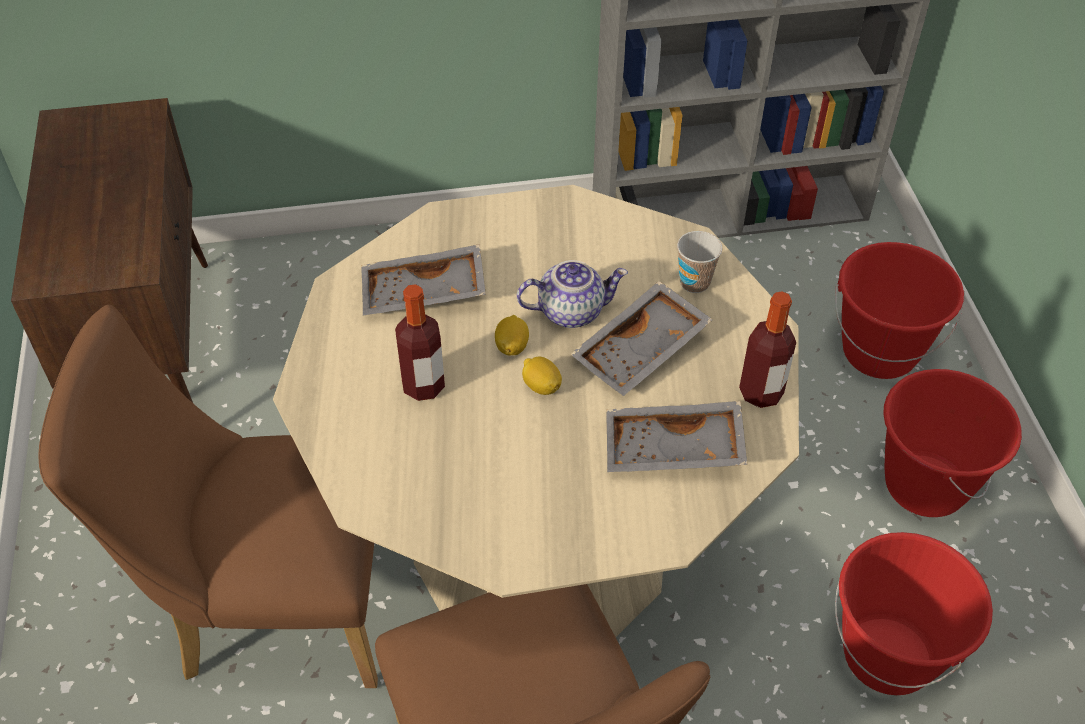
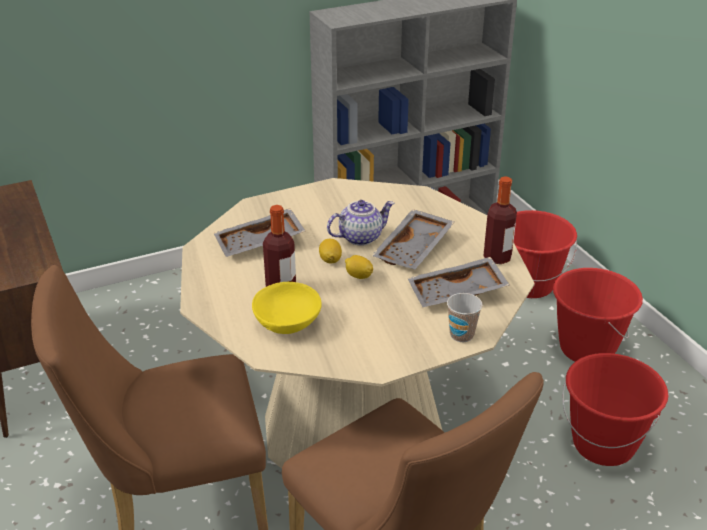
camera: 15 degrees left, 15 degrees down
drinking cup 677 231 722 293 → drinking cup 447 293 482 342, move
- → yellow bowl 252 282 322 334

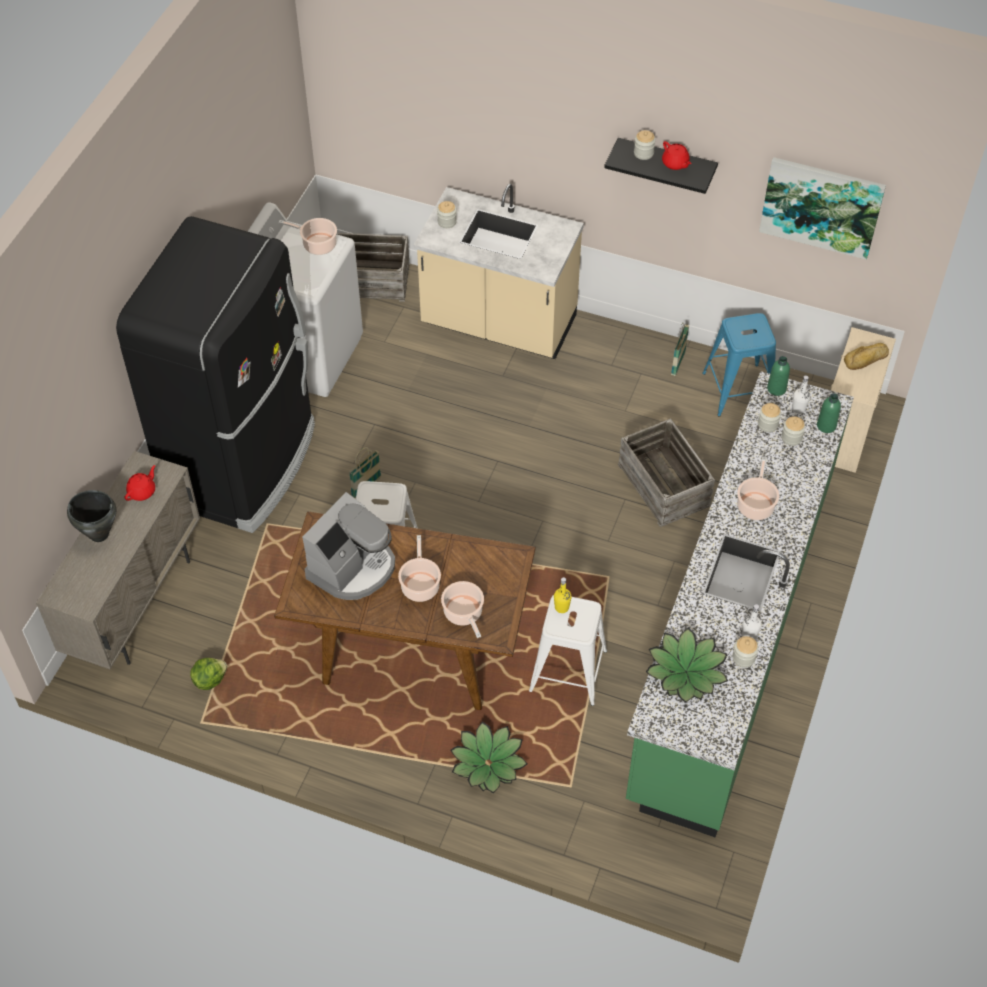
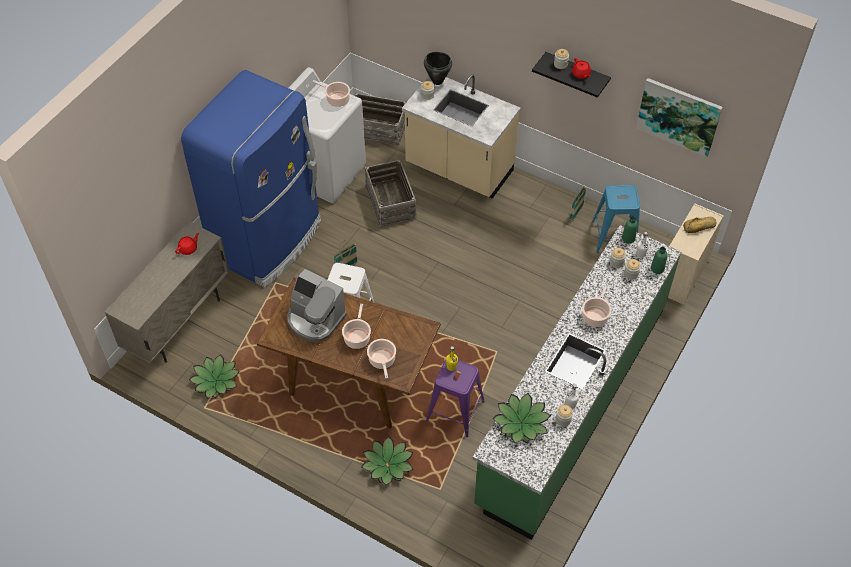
camera: 10 degrees right, 0 degrees up
black kitchen fridge 116 216 315 533 → bluish kitchen fridge 181 70 321 287
shipping crate 618 418 715 527 → shipping crate 365 159 416 227, move
black saucepot 67 490 116 542 → black saucepot 424 52 452 85, move
coffee machine 302 492 395 600 → coffee machine 287 269 347 342, 75 degrees clockwise
white-coloured stool 529 595 607 706 → purple-coloured stool 426 360 485 437
lettuce 190 658 228 690 → potted plant 189 354 240 399

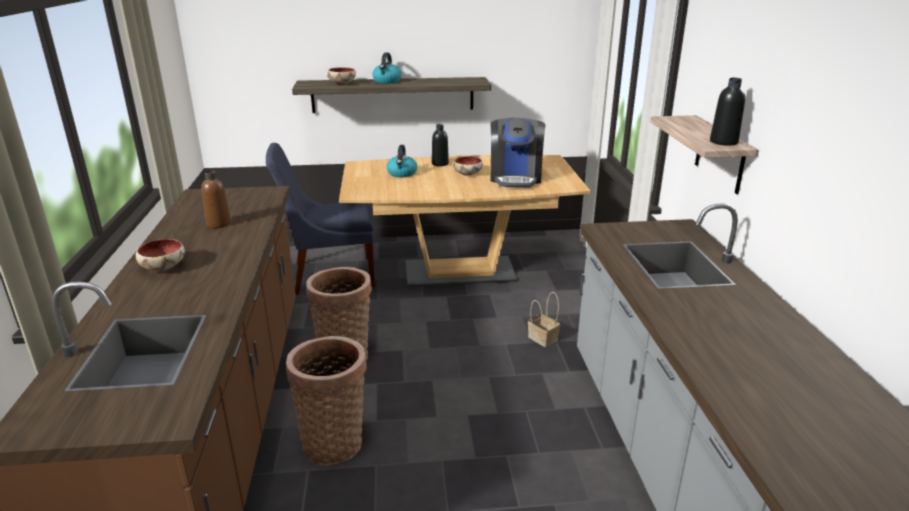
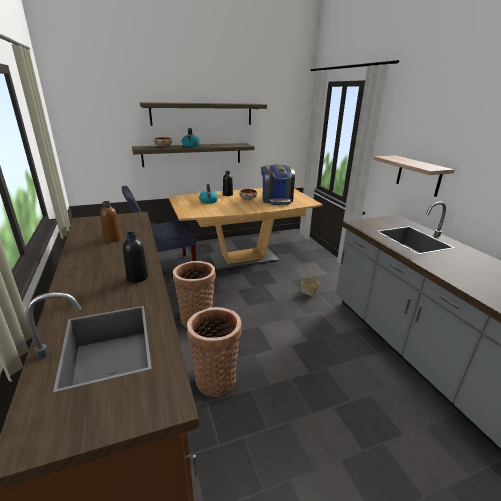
camera: 15 degrees left, 0 degrees up
black drink bottle 710 78 745 146 → black drink bottle 123 232 148 283, move
bowl 135 239 185 271 → -
- → bracket shelf 140 102 267 126

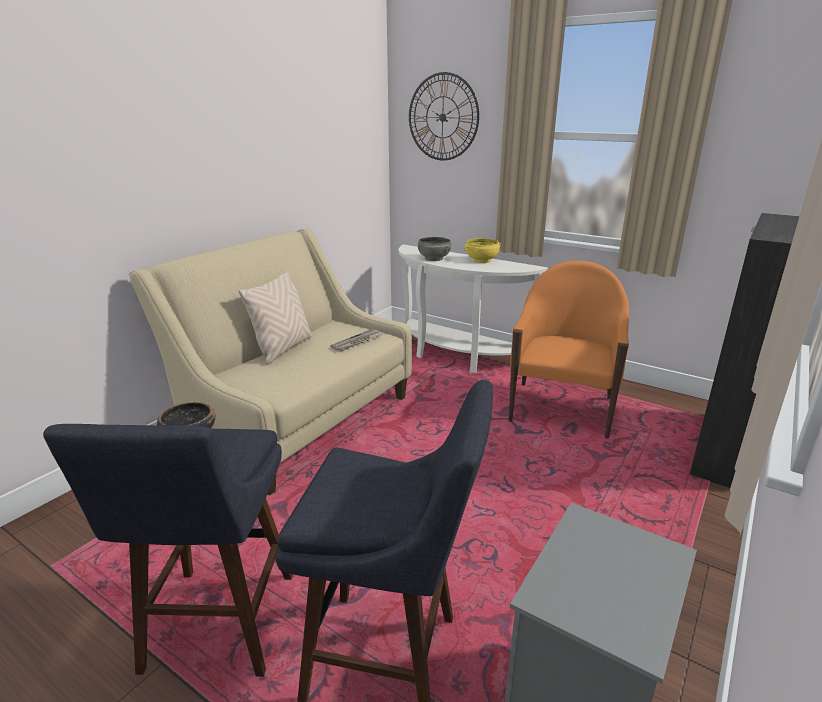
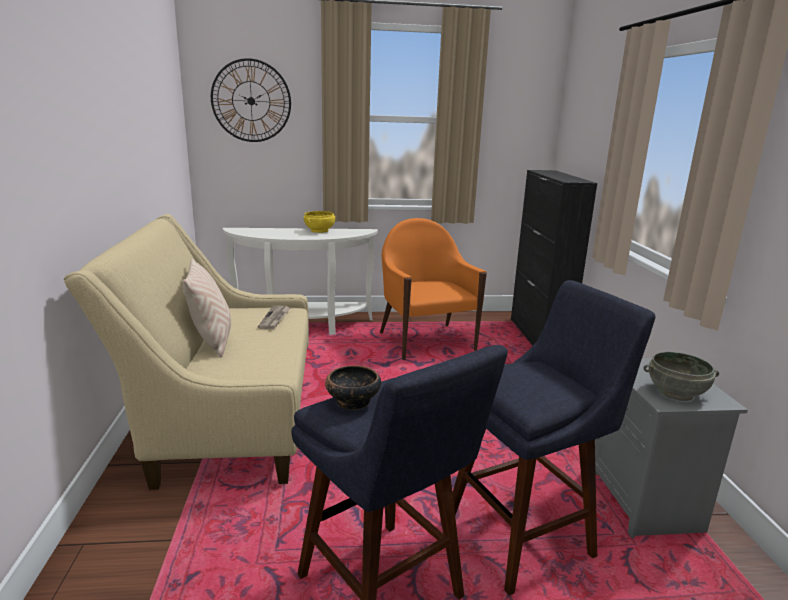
camera: 40 degrees left, 5 degrees down
gray bowl 418 237 451 261 → gray bowl 644 352 719 401, move

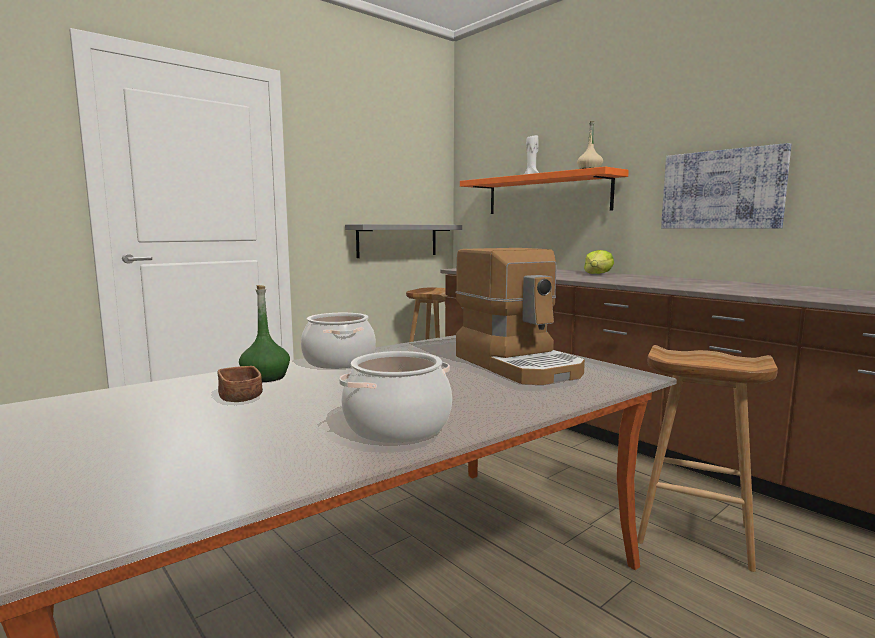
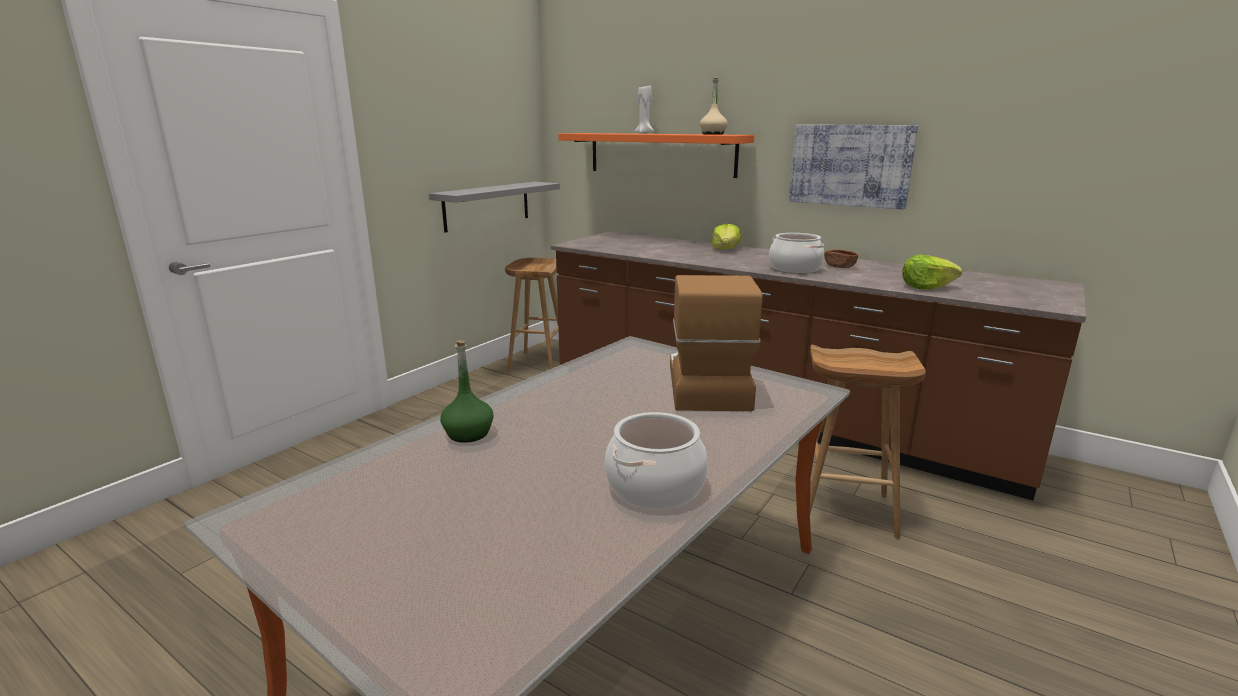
camera: 15 degrees left, 10 degrees up
coffee machine 455 248 585 385 → coffee machine 670 275 763 411, 135 degrees counterclockwise
saucepot 301 313 376 369 → saucepot 769 233 824 273, move
brown bowl 218 366 263 402 → brown bowl 824 249 858 268, move
- → lettuce 902 255 962 290

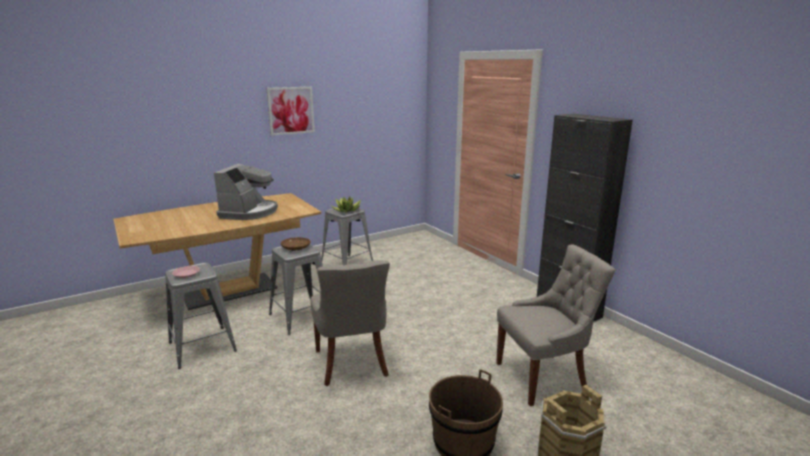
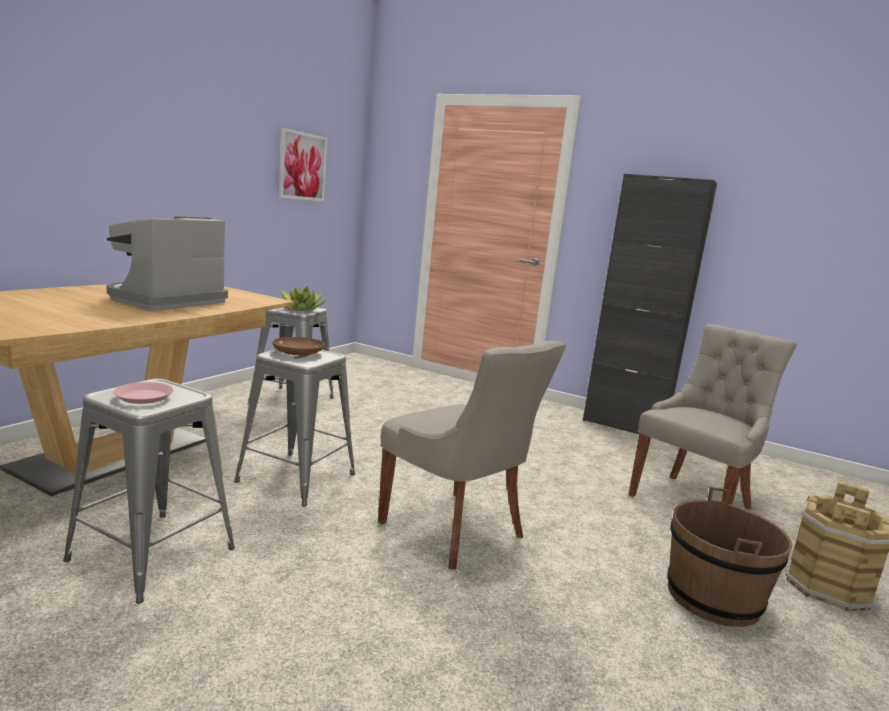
camera: 30 degrees left, 5 degrees down
wall picture 267 87 315 136 → wall picture 278 128 327 201, move
coffee machine 214 164 278 220 → coffee machine 106 216 228 310, 135 degrees counterclockwise

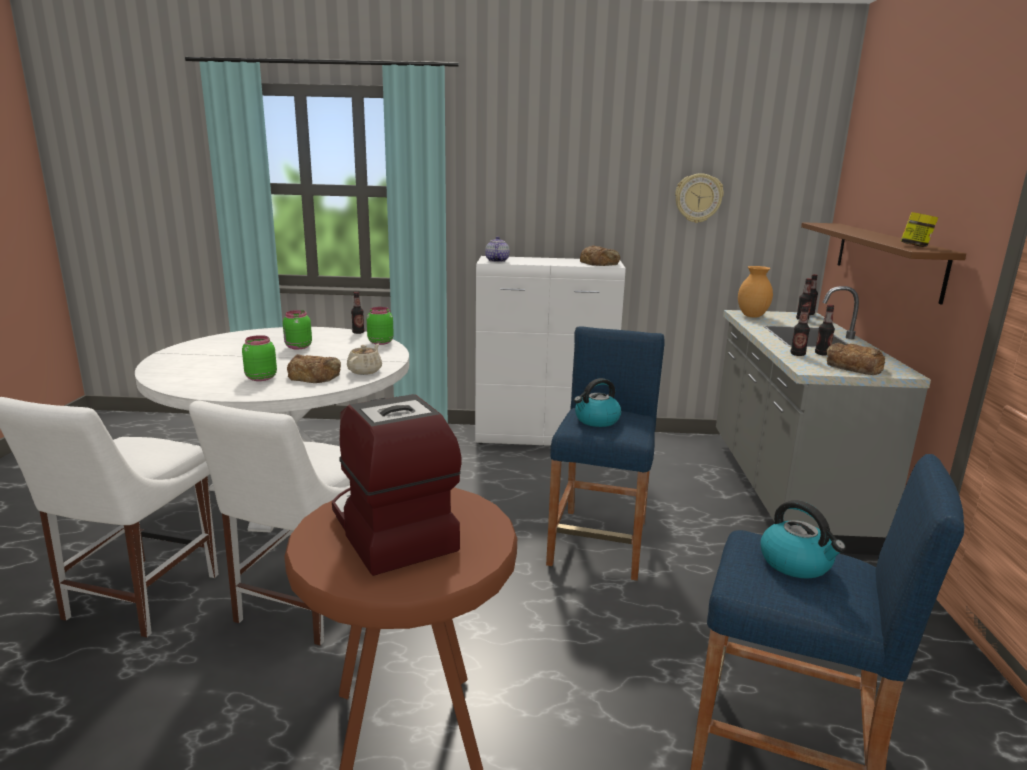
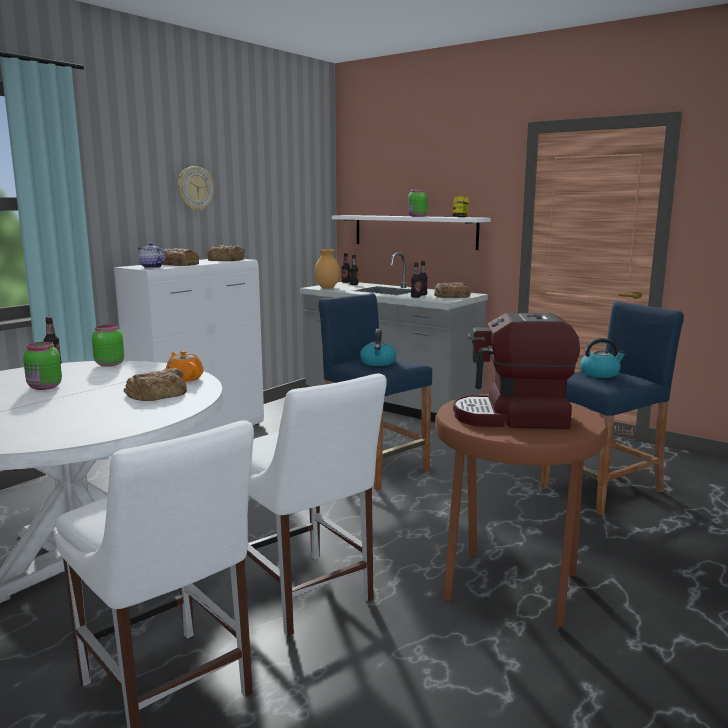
camera: 55 degrees left, 5 degrees down
wall clock 675 173 724 223 → wall clock 178 166 214 211, move
brown bracket shelf 801 222 966 304 → white-coloured bracket shelf 332 215 491 250
greenish jar 242 335 277 381 → greenish jar 408 190 428 217, move
sand-coloured tea pot 347 344 382 375 → orangey tea pot 166 351 204 382
- → bread 163 248 199 266

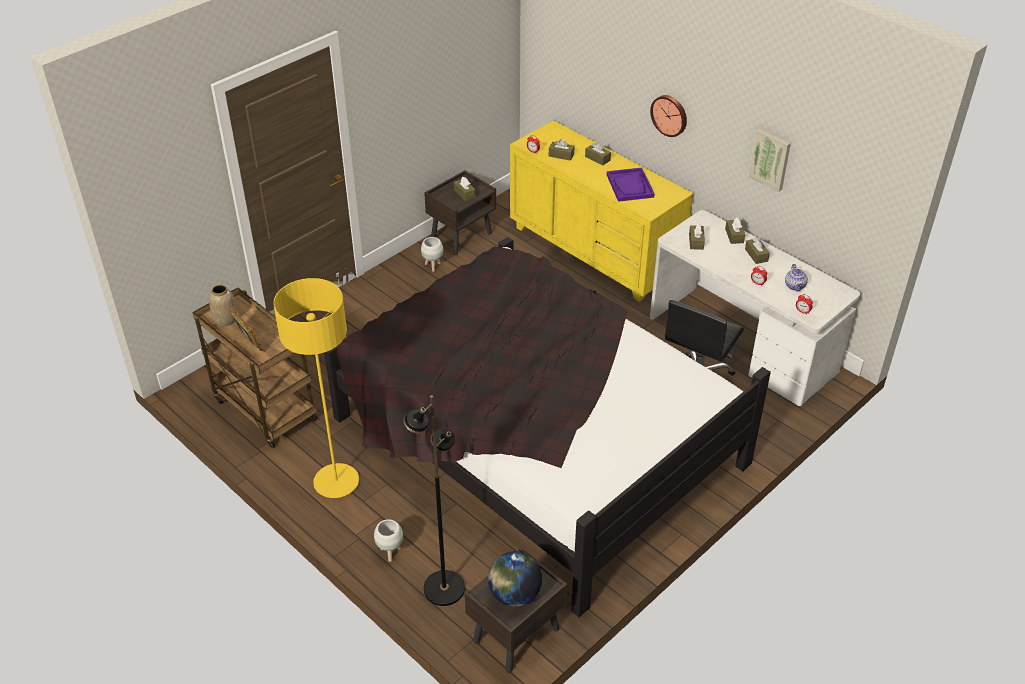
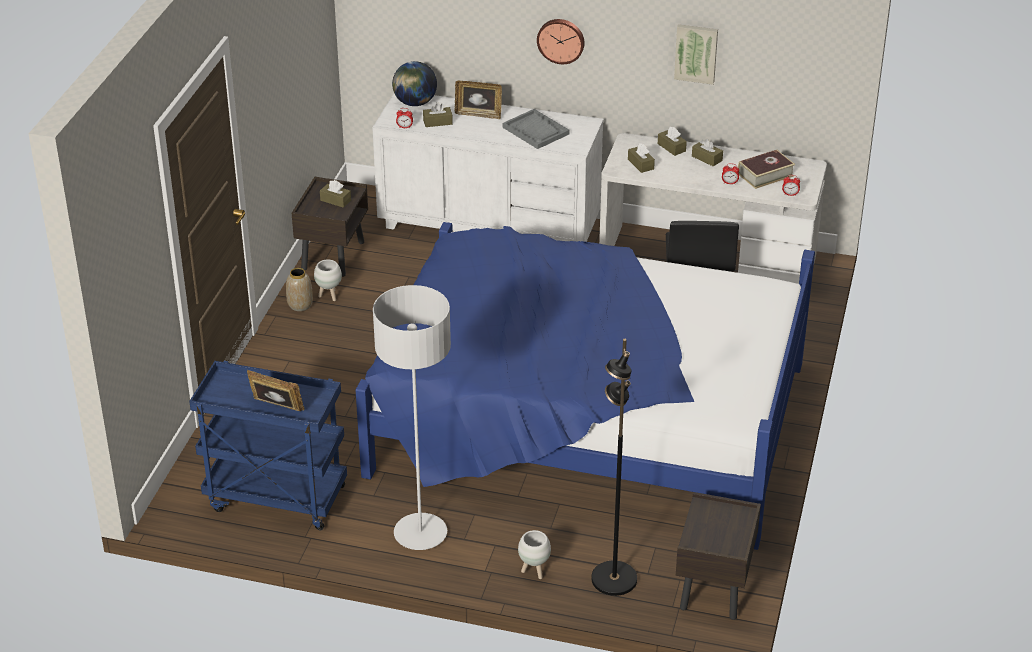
camera: 30 degrees left, 5 degrees down
yellow chest of drawers 510 120 694 302 → white-coloured chest of drawers 372 93 604 242
brown box of tissues 585 142 611 166 → standing frame 455 81 502 119
purple-coloured carrying tray 607 167 654 202 → gray carrying tray 503 109 570 149
black bed 324 237 771 617 → bluish bed 355 222 815 550
tea pot 785 264 808 291 → bound book 738 150 795 189
yellow standard lamp 273 278 359 498 → gray standard lamp 373 285 451 550
vase 209 285 238 326 → vase 286 268 313 311, move
brown trolley 192 288 318 448 → bluish trolley 189 361 347 530
world globe 488 551 542 607 → world globe 392 61 437 106, move

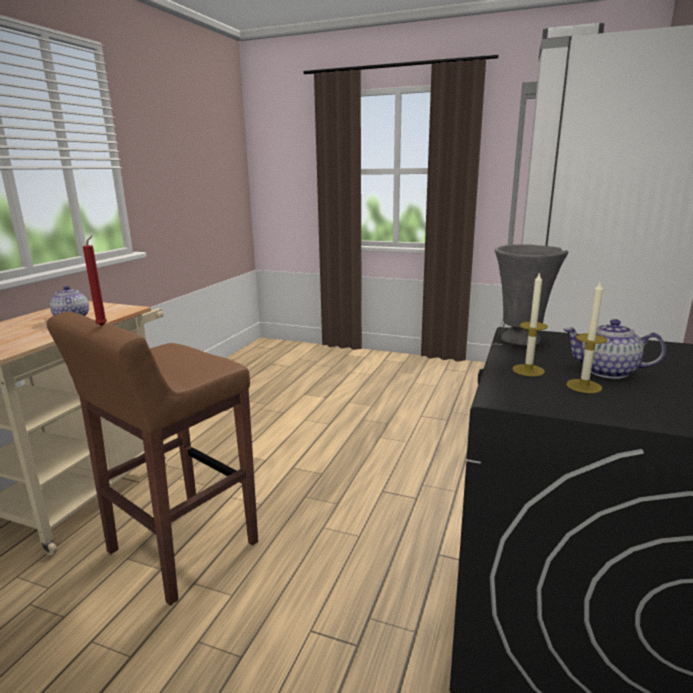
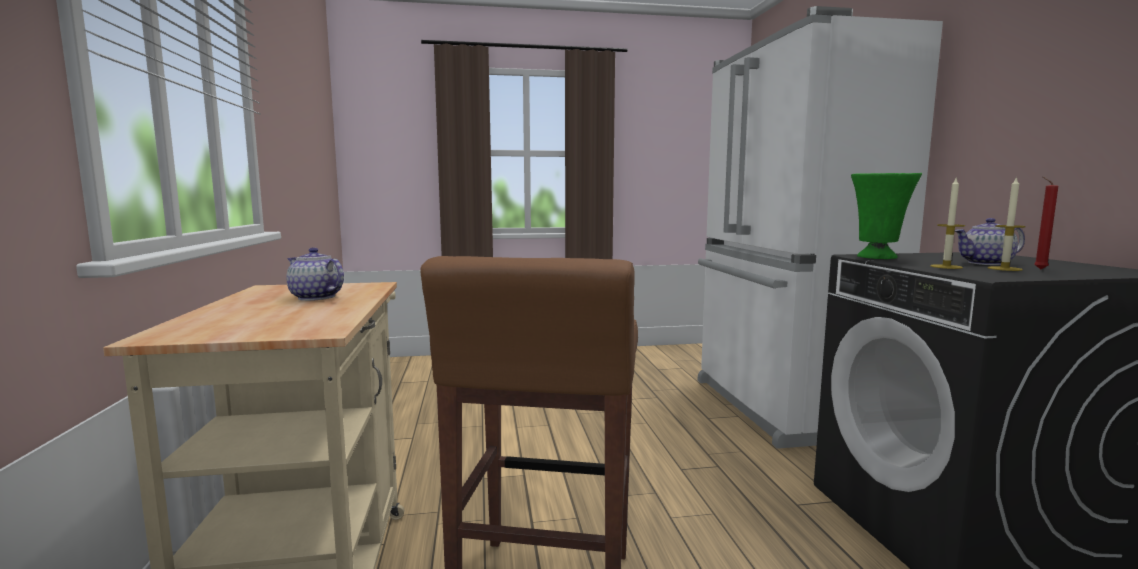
camera: 30 degrees left, 10 degrees down
reddish wax light 83 235 107 326 → reddish wax light 1034 177 1058 270, move
gray vase 495 244 568 345 → greenish vase 851 173 922 259

